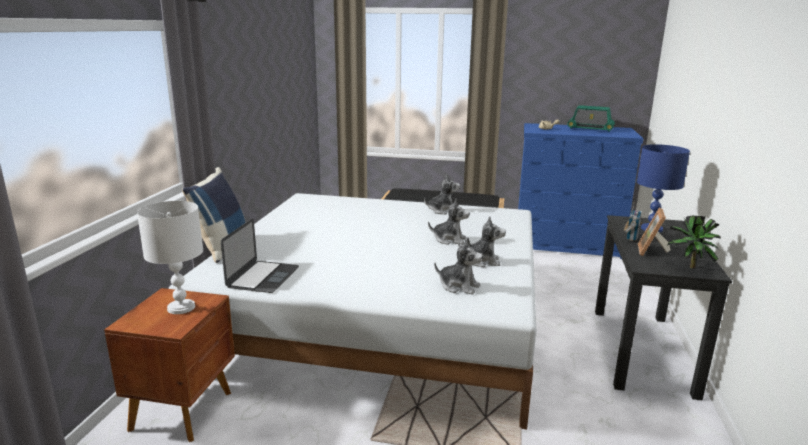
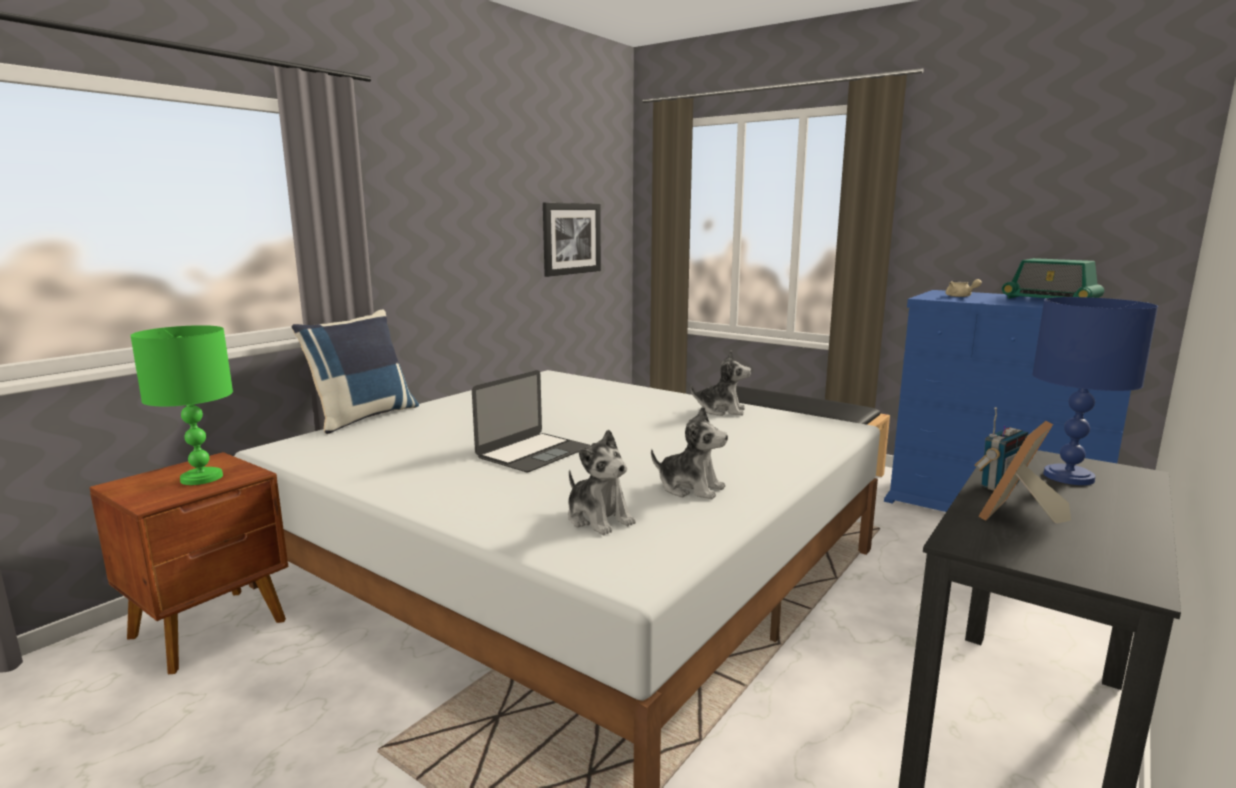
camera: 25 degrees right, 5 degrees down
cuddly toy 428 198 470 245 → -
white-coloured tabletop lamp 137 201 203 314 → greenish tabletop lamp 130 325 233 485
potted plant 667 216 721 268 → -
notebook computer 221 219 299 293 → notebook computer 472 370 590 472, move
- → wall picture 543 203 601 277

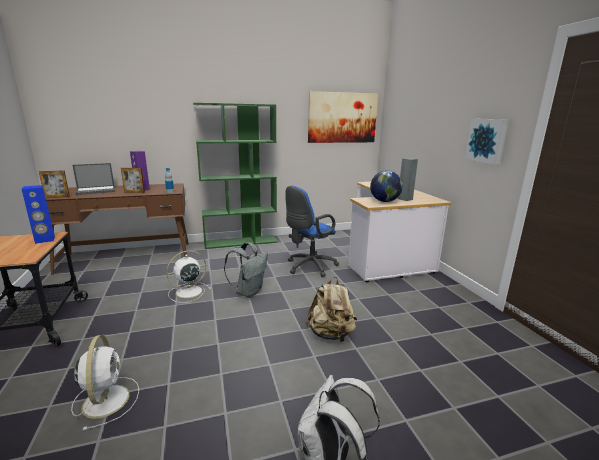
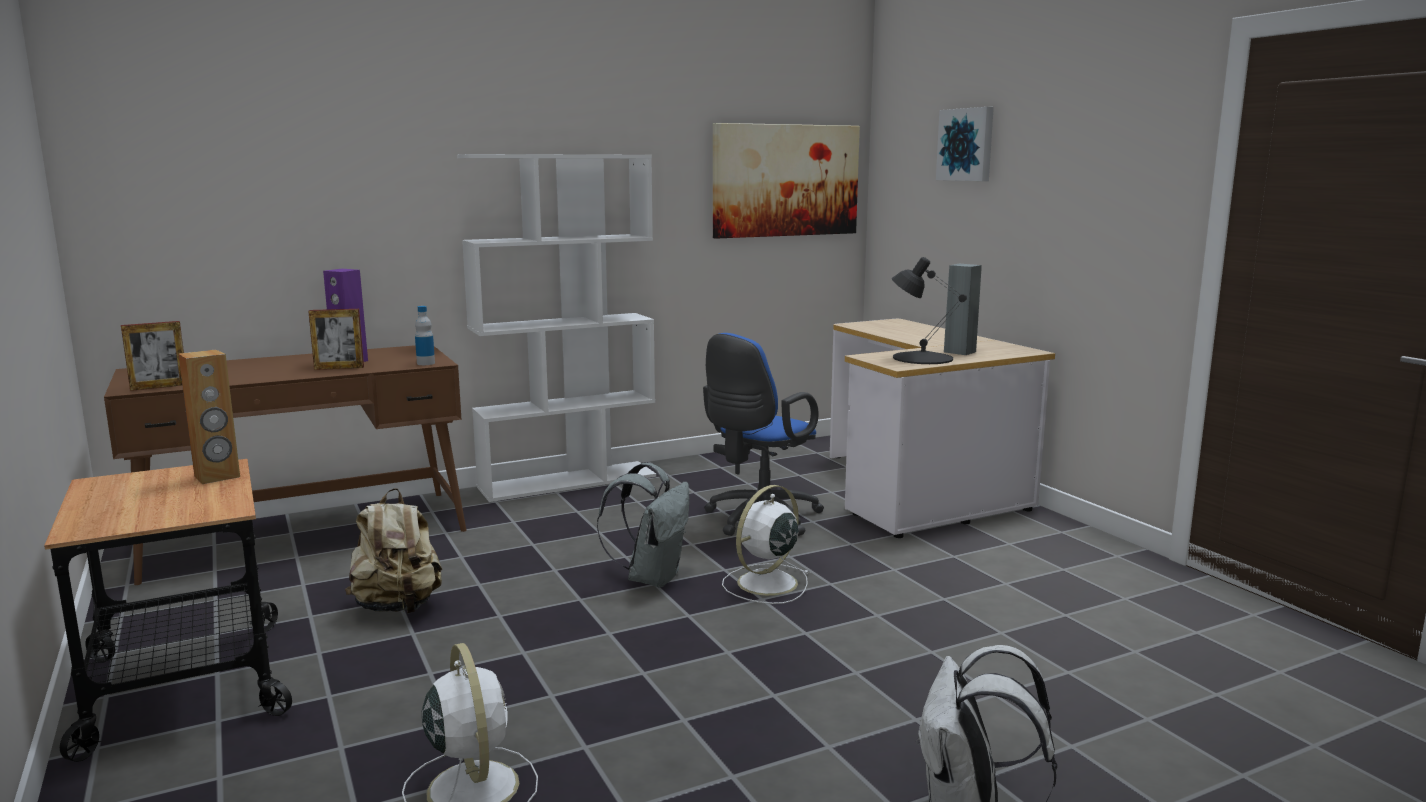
camera: 10 degrees left, 5 degrees down
greenish bookcase 193 103 277 249 → white-coloured bookcase 457 154 656 502
wall picture 465 119 509 164 → wall picture 936 107 994 181, move
notebook computer 73 163 115 195 → -
world globe 370 170 403 202 → black tabletop lamp 892 257 967 364
bluish speaker 22 185 55 244 → brown speaker 178 350 240 484
white-coloured cooling fan 166 250 211 303 → white-coloured cooling fan 722 485 810 604, move
sand-coloured rucksack 306 277 357 342 → sand-coloured rucksack 345 488 442 614, move

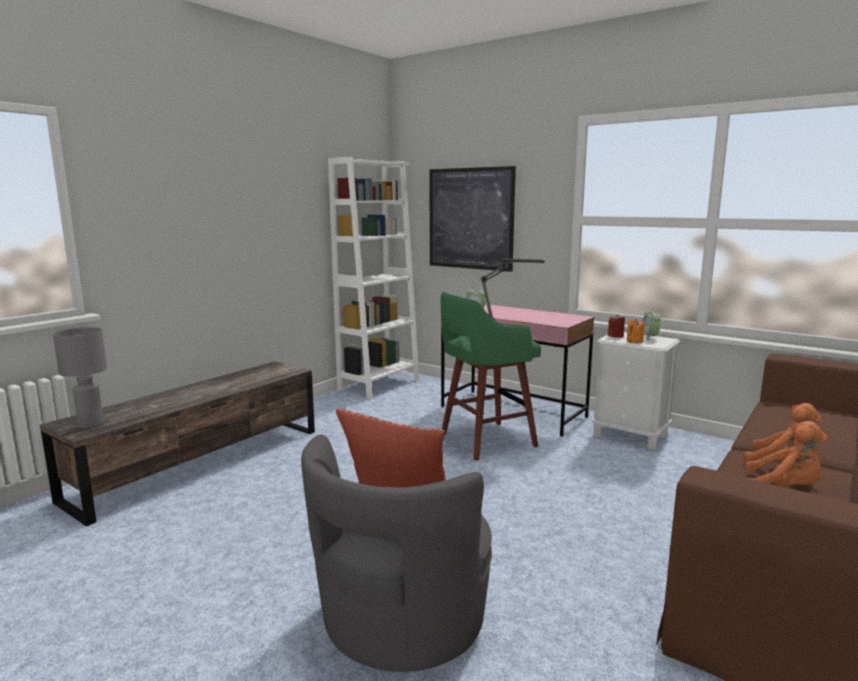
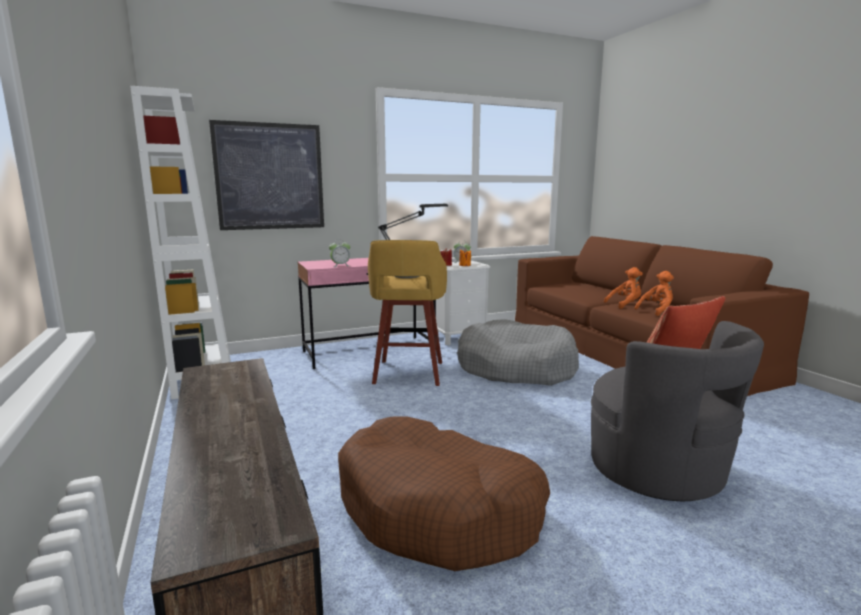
camera: 60 degrees left, 0 degrees up
greenish stool 441 292 541 461 → yellow stool 368 240 447 386
gray tabletop lamp 53 327 107 429 → -
- → gray dog bed 457 319 579 386
- → brown dog bed 338 417 550 571

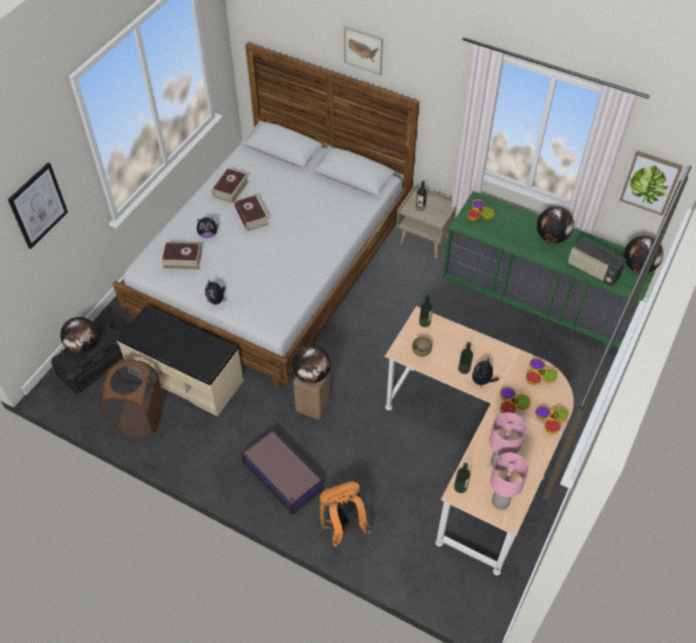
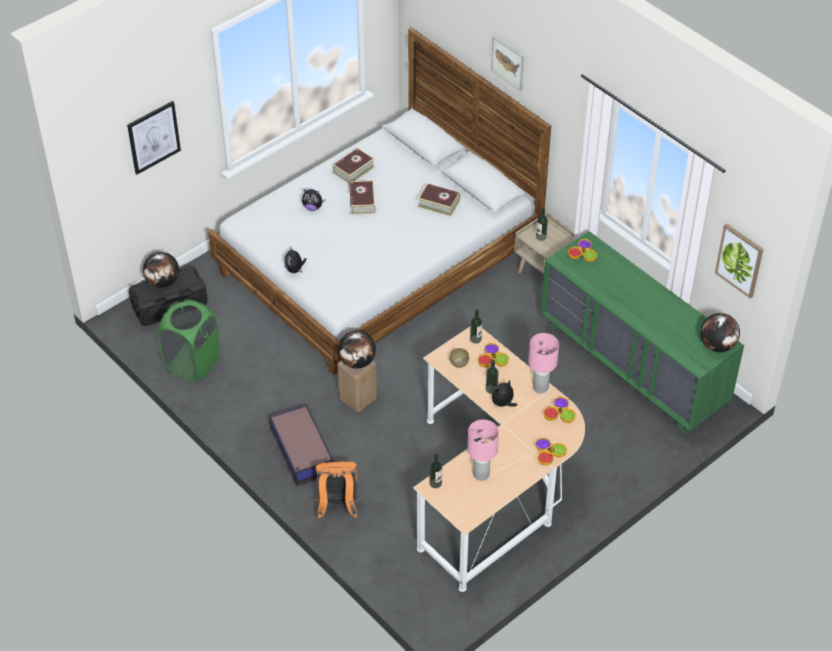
camera: 20 degrees right, 5 degrees down
world globe 537 207 574 243 → -
radio set 568 237 627 287 → -
bound book 161 242 202 269 → bound book 418 183 460 216, move
sand-coloured bench 117 305 244 417 → -
brown laundry basket 102 359 164 437 → greenish laundry basket 158 299 220 382
bowl 500 386 531 413 → bowl 478 343 509 368, move
pink tabletop lamp 490 452 529 510 → pink tabletop lamp 528 333 559 393, move

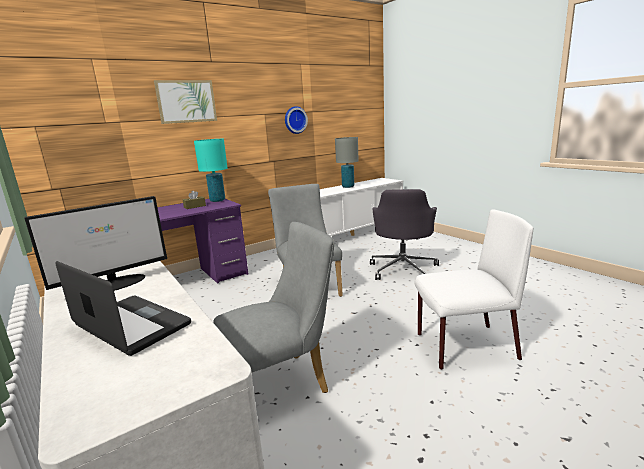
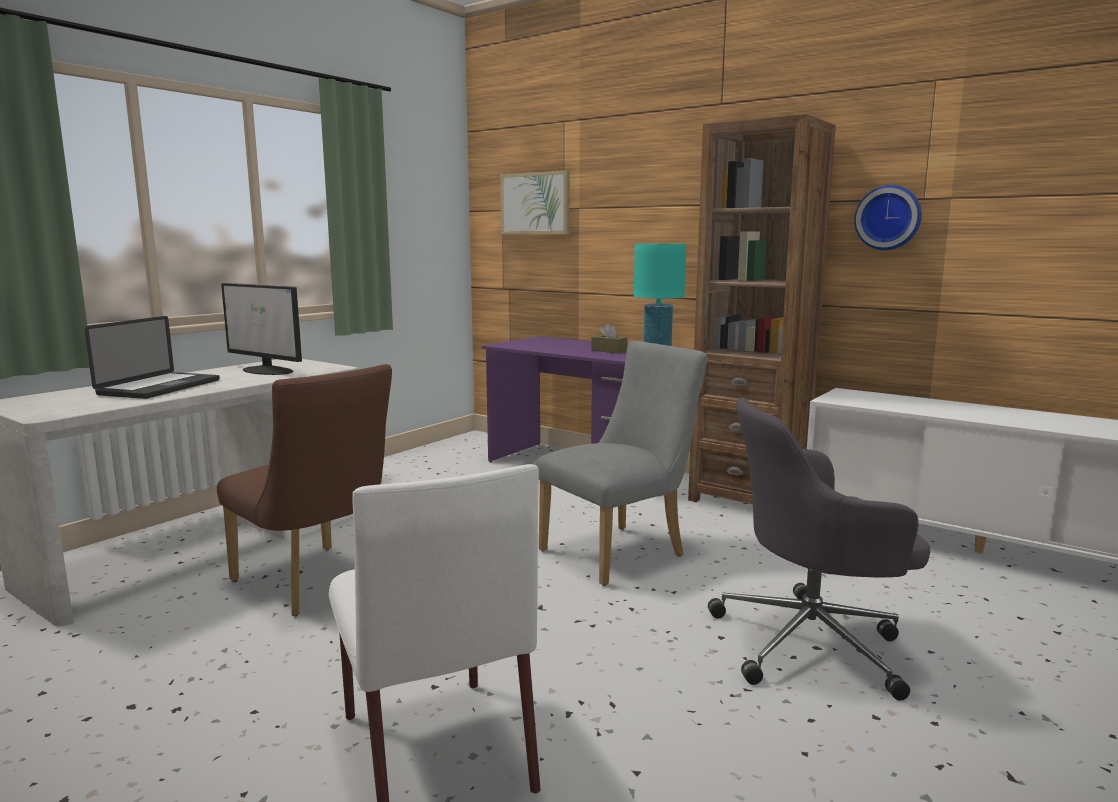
camera: 70 degrees right, 5 degrees down
wall picture 154 80 217 124 → wall picture 500 170 570 234, move
gray tabletop lamp 335 137 359 188 → -
gray upright chair 213 222 334 393 → brown upright chair 217 364 392 616
- → brown bookcase 688 114 835 504

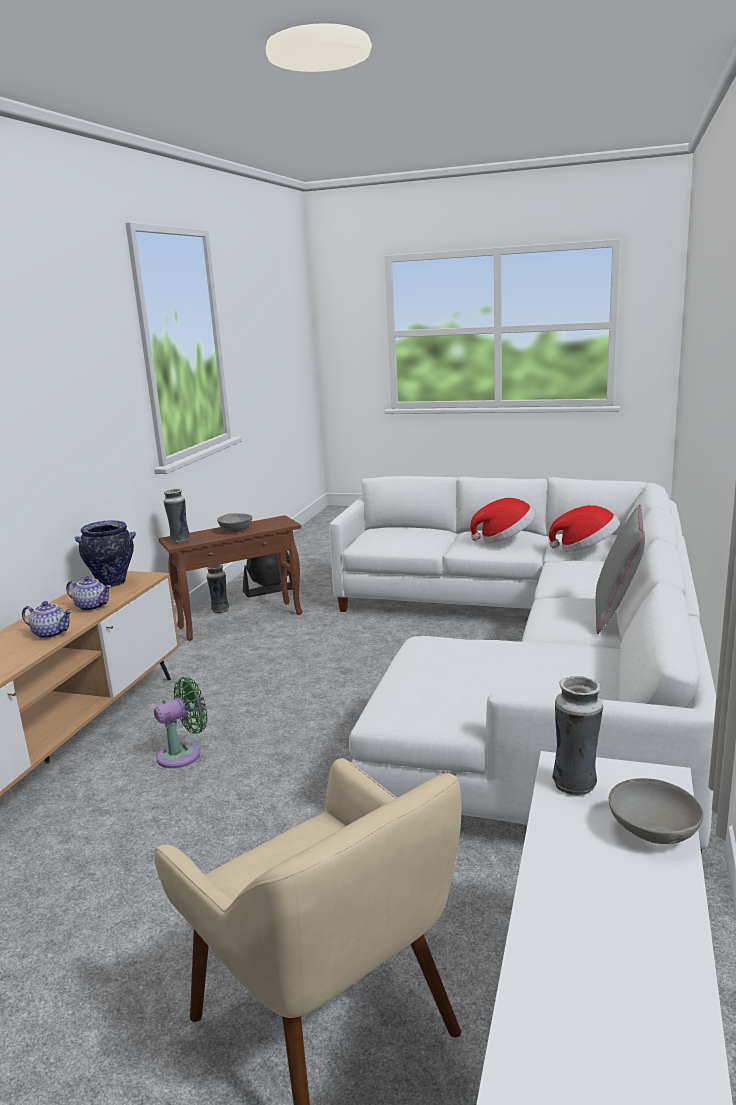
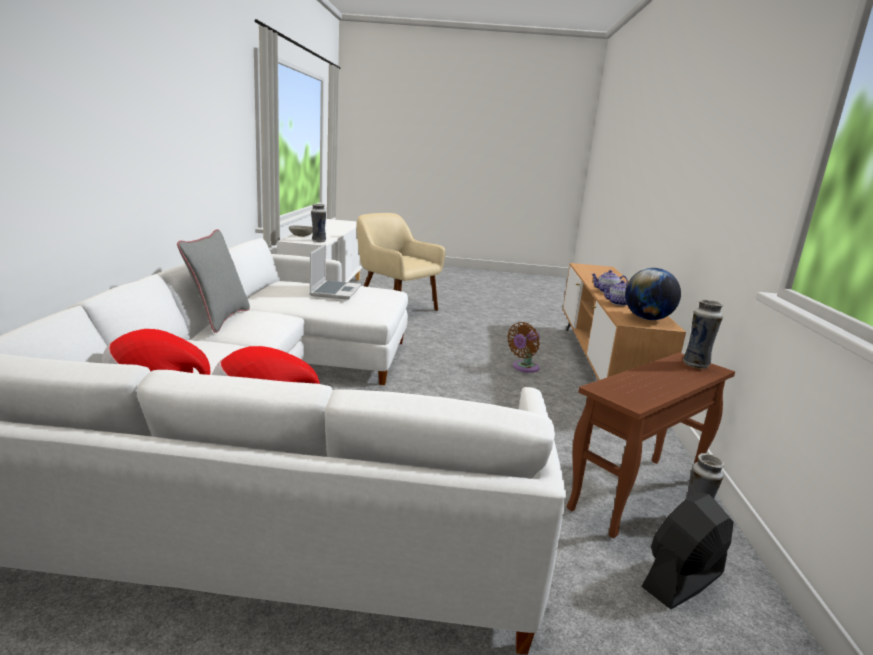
camera: 165 degrees right, 0 degrees up
gray bowl 217 513 252 532 → -
vase 74 520 136 587 → world globe 625 268 681 320
greenish cooling fan 154 677 208 768 → brown cooling fan 507 322 540 373
- → notebook computer 309 244 361 300

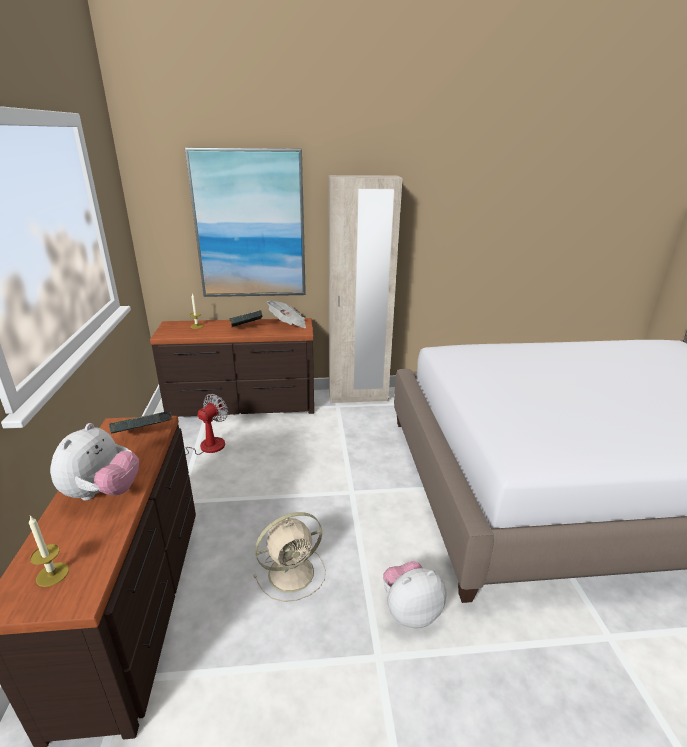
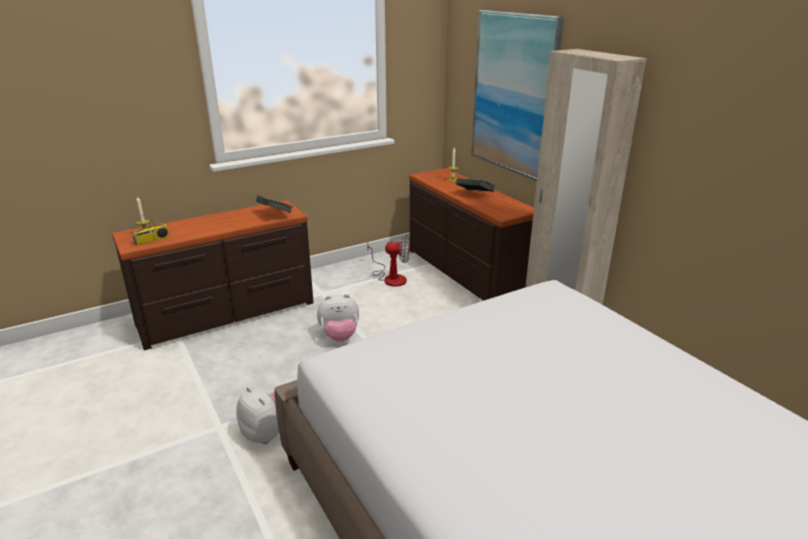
camera: 65 degrees right, 0 degrees up
daily paper 267 301 306 328 → -
cuddly toy 50 423 139 500 → cuddly toy 317 294 359 342, move
sand-coloured cooling fan 253 512 326 602 → -
- → radio set 132 213 169 245

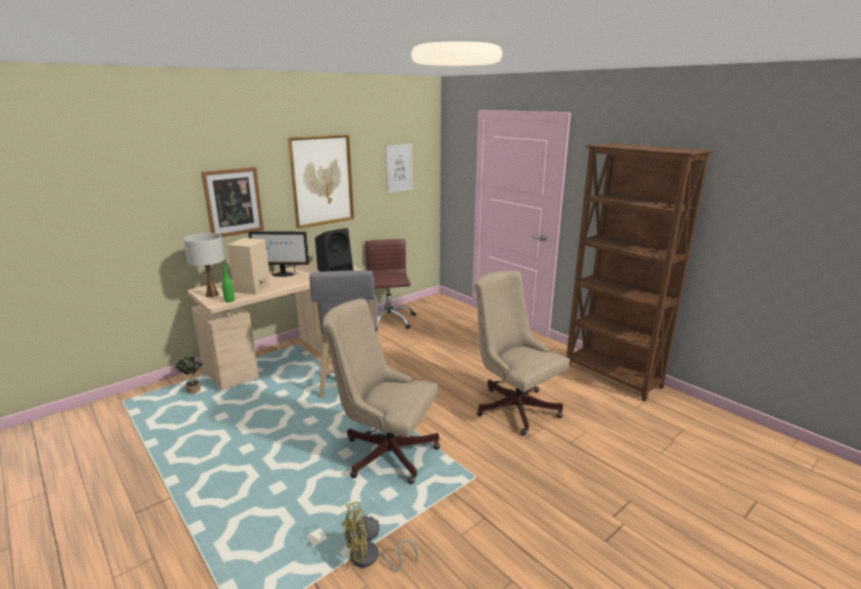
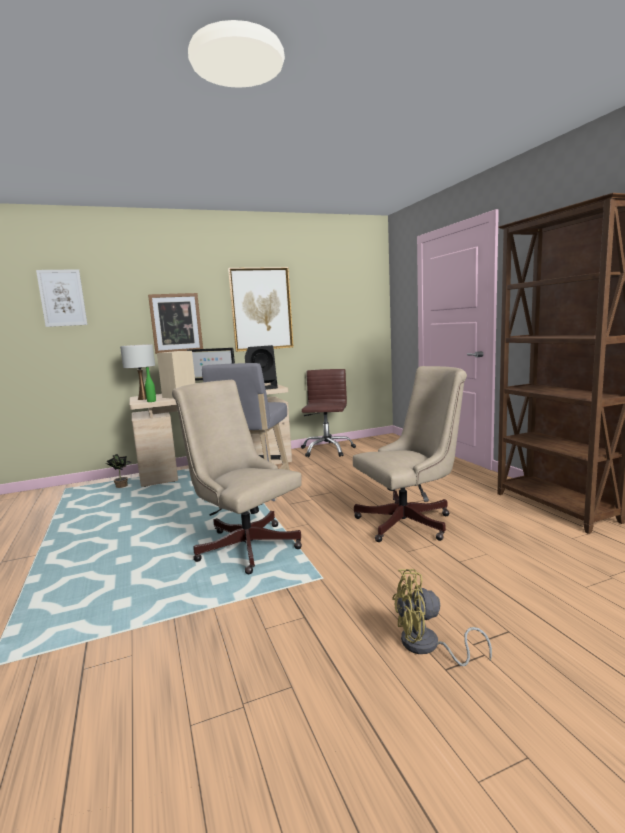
camera: 20 degrees right, 10 degrees down
wall picture 386 144 413 193 → wall picture 36 269 87 327, move
sand-coloured computer chair 474 270 570 435 → sand-coloured computer chair 353 366 467 542, 90 degrees clockwise
yellow cooling fan 342 502 418 572 → yellow cooling fan 392 569 492 666, move

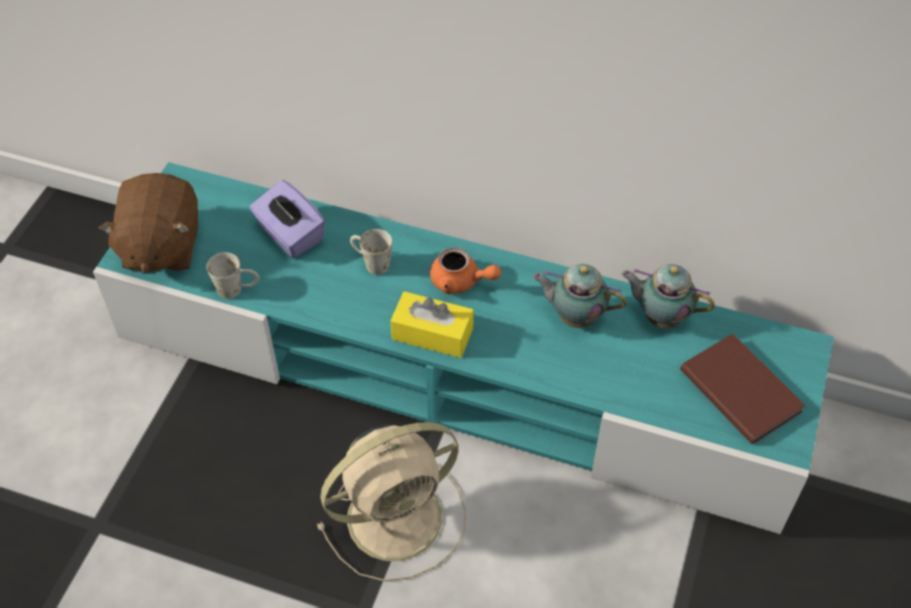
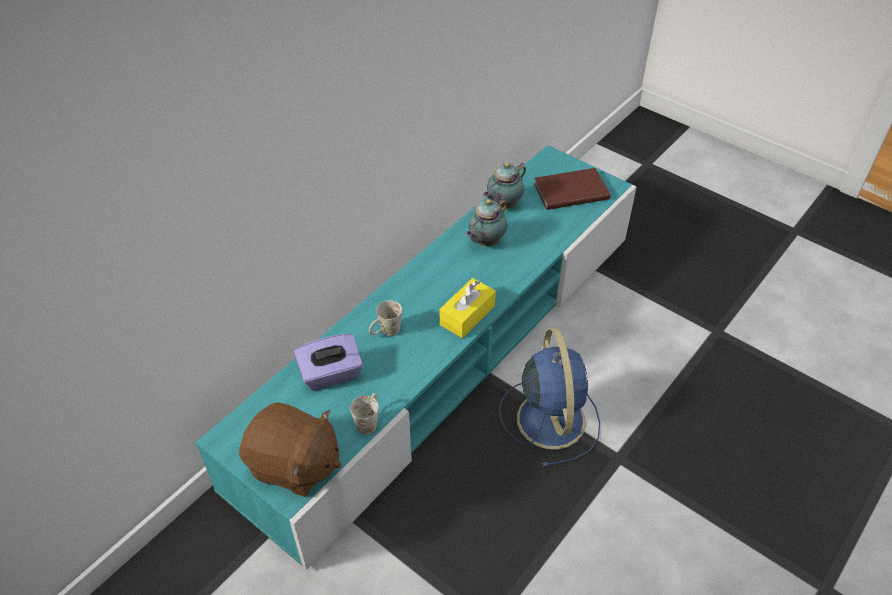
camera: 70 degrees left, 5 degrees down
orangey tea pot 430 247 501 294 → -
sand-coloured cooling fan 317 422 466 581 → bluish cooling fan 499 328 600 467

